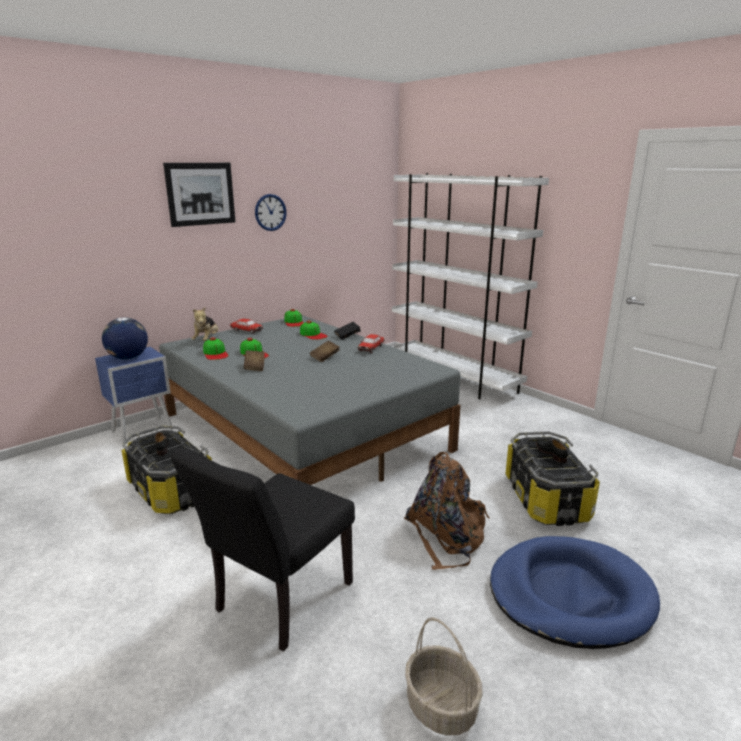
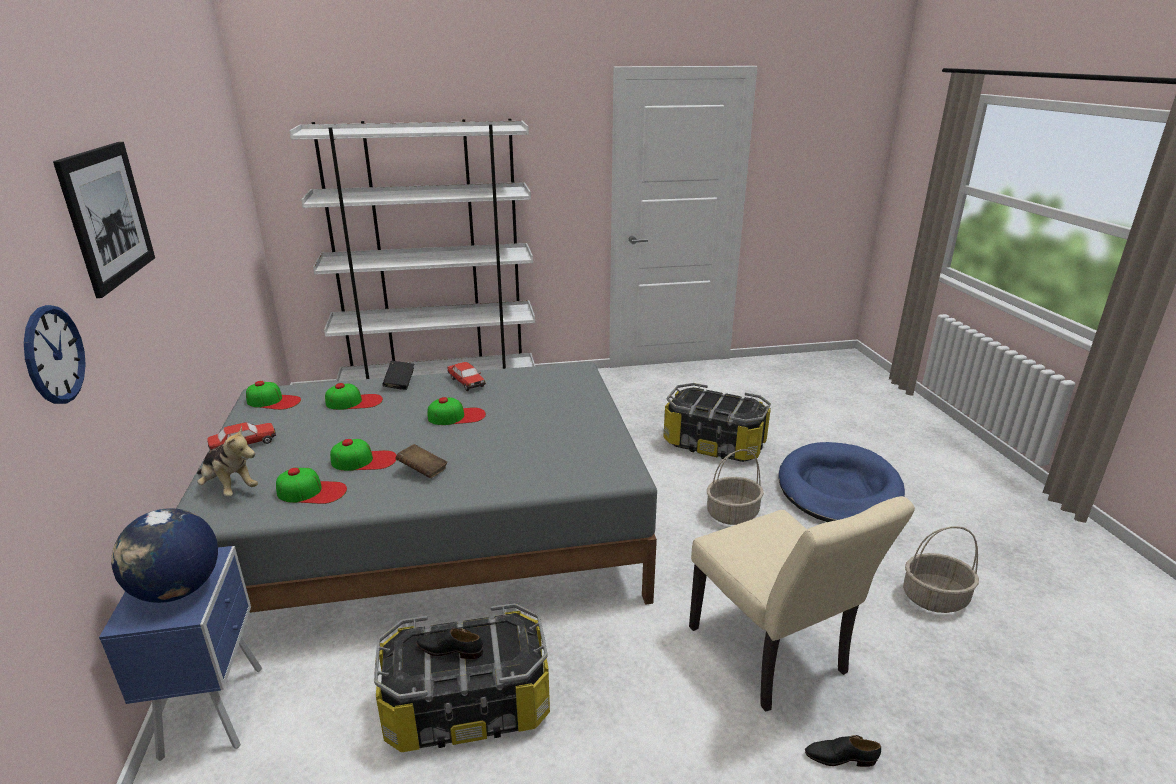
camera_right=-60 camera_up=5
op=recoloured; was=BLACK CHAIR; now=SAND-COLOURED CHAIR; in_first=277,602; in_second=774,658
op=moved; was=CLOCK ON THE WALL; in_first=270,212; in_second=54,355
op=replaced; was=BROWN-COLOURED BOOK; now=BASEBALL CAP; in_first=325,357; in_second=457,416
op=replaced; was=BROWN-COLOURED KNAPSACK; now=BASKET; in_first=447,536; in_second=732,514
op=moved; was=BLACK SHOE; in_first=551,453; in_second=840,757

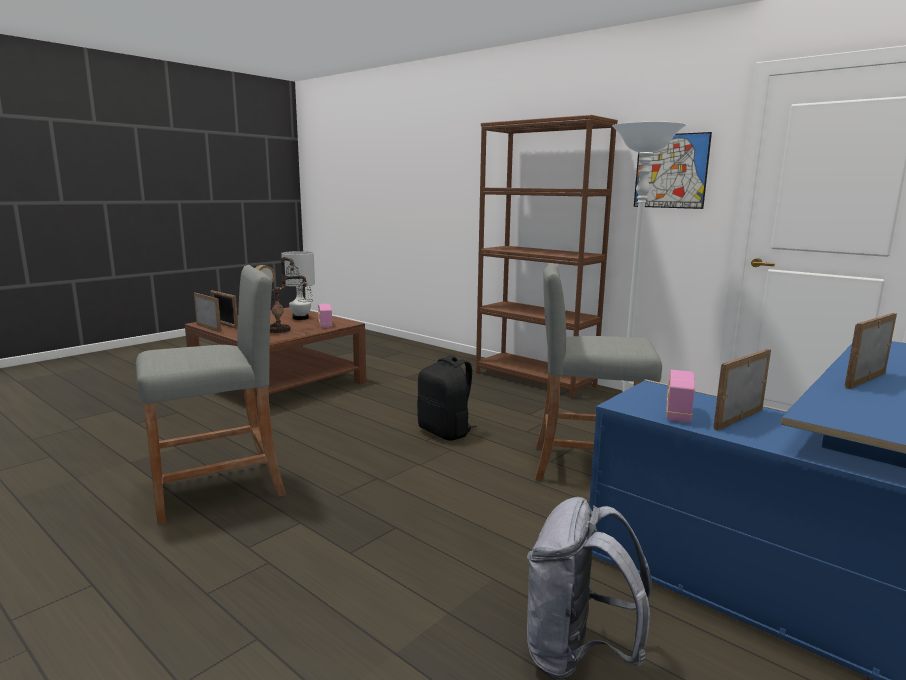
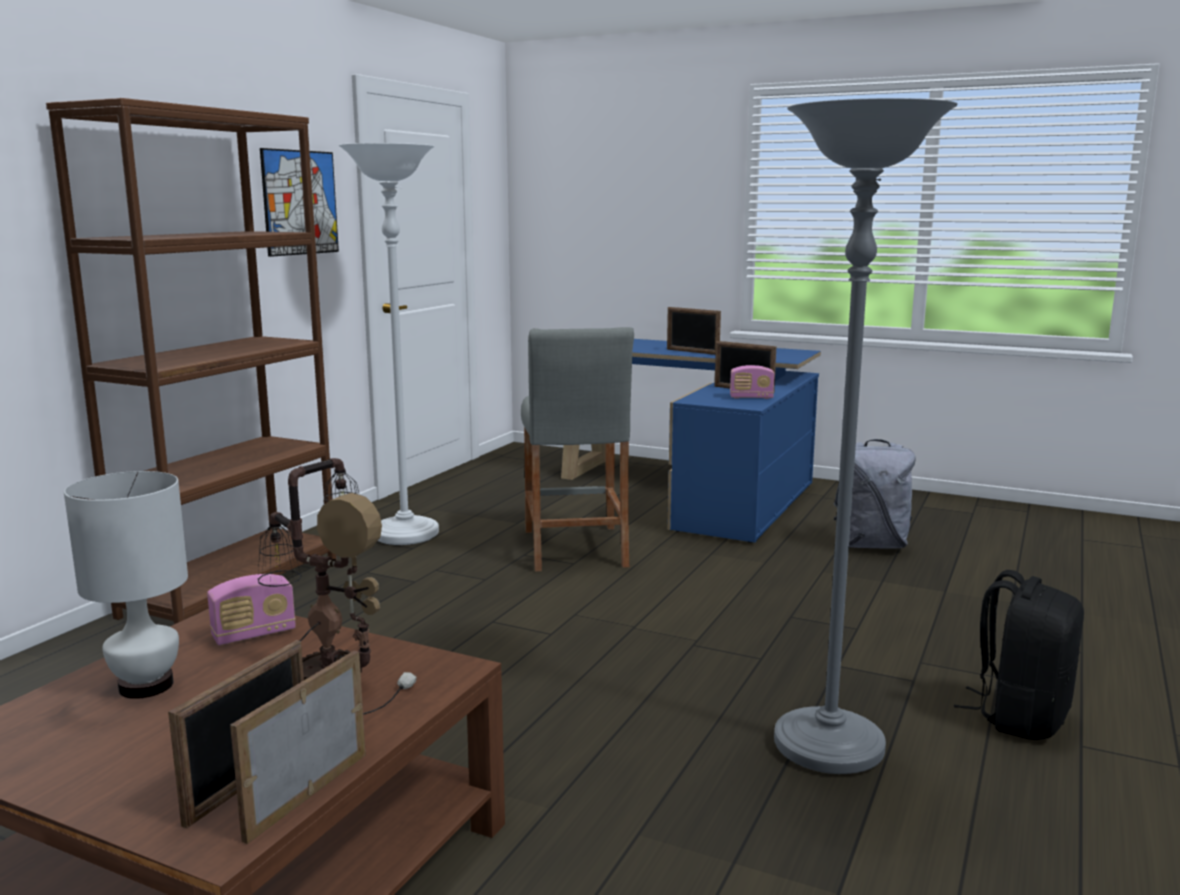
camera_right=-105 camera_up=0
op=replaced; was=GRAY STOOL SEAT; now=GRAY STANDARD LAMP; in_first=218,489; in_second=828,747
op=moved; was=BLACK KNAPSACK; in_first=446,432; in_second=1020,717

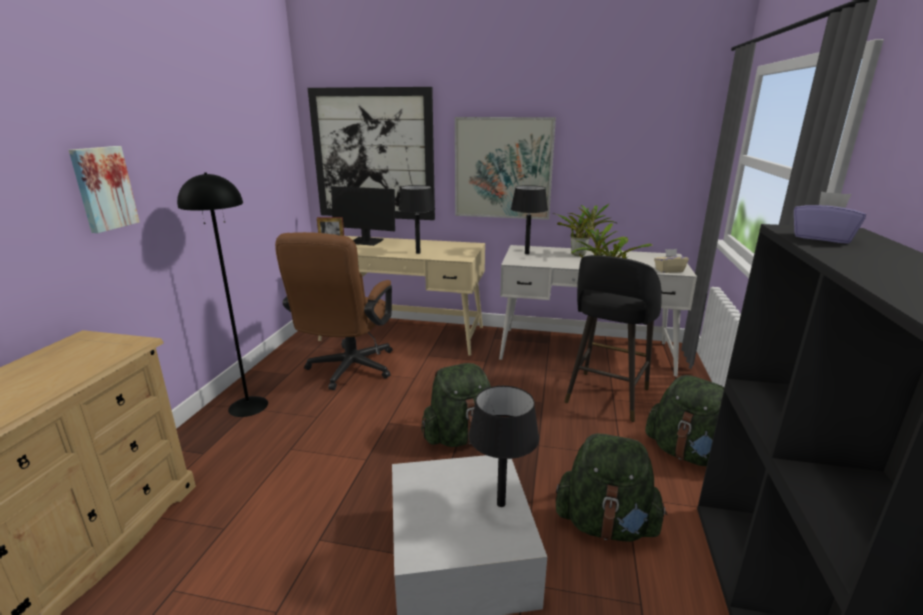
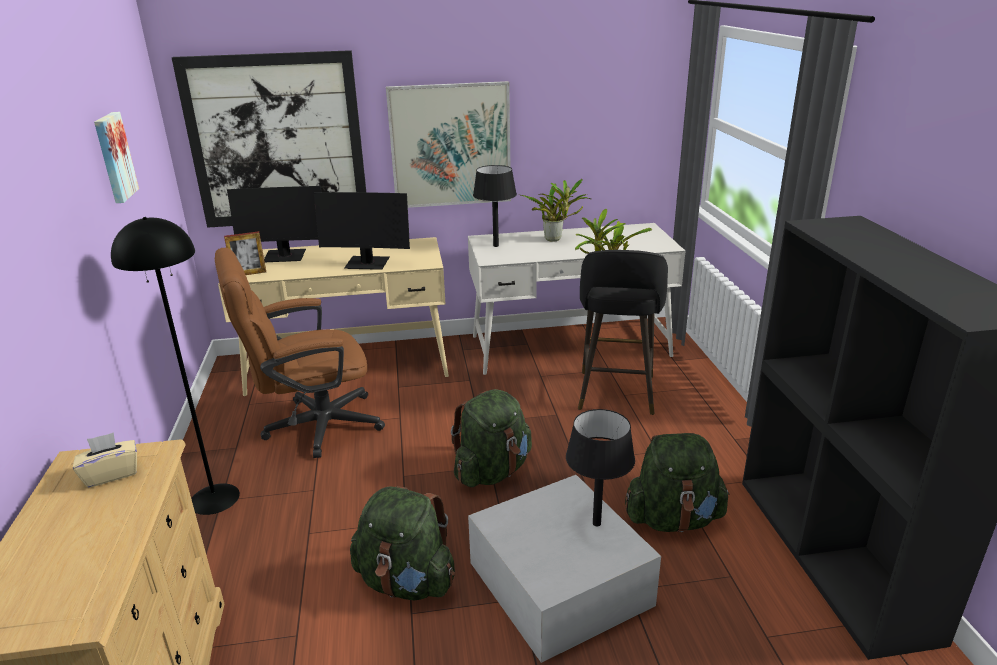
camera_right=-20 camera_up=5
op=moved; was=PICTURE; in_first=103,188; in_second=113,157
op=turned; was=BROWN-COLOURED DESK CHAIR; in_first=347,371; in_second=312,427; clockwise=75
op=replaced; was=BLACK LAMP FOR A TABLE; now=COMPUTER SCREEN; in_first=418,253; in_second=367,264
op=moved; was=GREENISH KNAPSACK; in_first=687,453; in_second=406,582
op=moved; was=SAND-COLOURED BOX OF TISSUES; in_first=669,270; in_second=111,474
op=removed; was=PURPLE BOX OF TISSUES; in_first=822,238

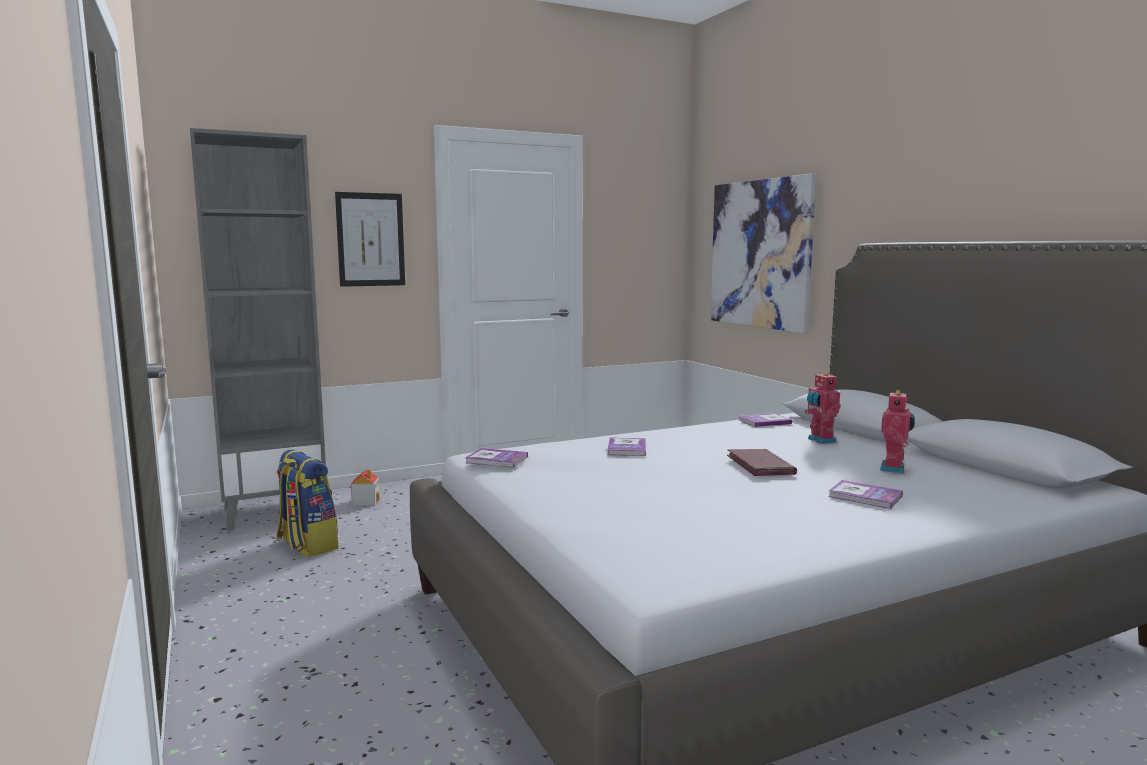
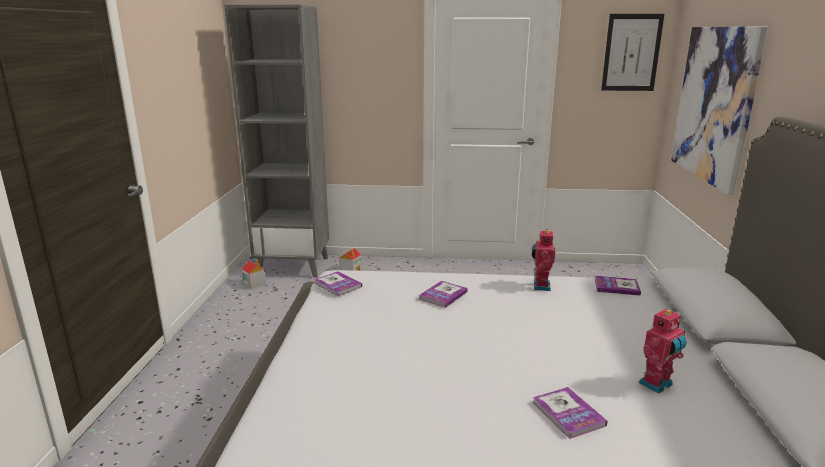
camera_right=30 camera_up=10
op=removed; was=KNAPSACK; in_first=306,545
op=moved; was=PICTURE; in_first=370,239; in_second=631,53
op=removed; was=RED-COLOURED BOOK; in_first=760,466
op=moved; was=ROBOT FIGURE; in_first=820,440; in_second=540,286
op=added; now=MINIATURE HOUSE; in_second=254,284

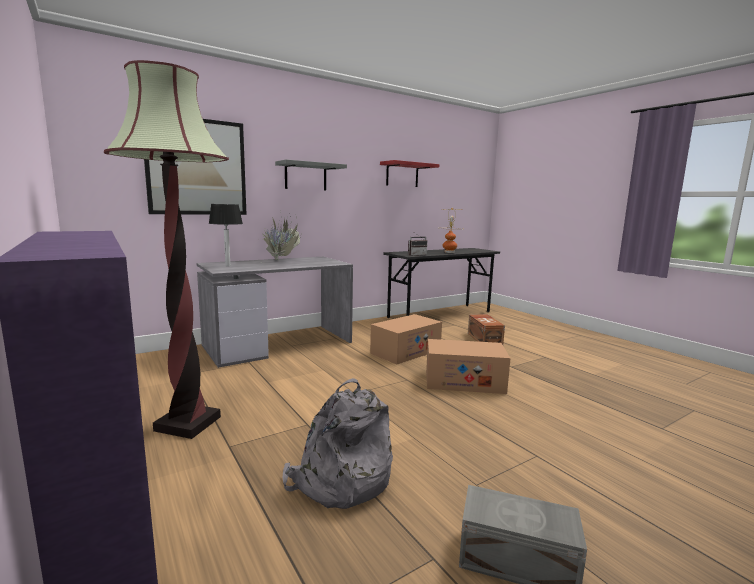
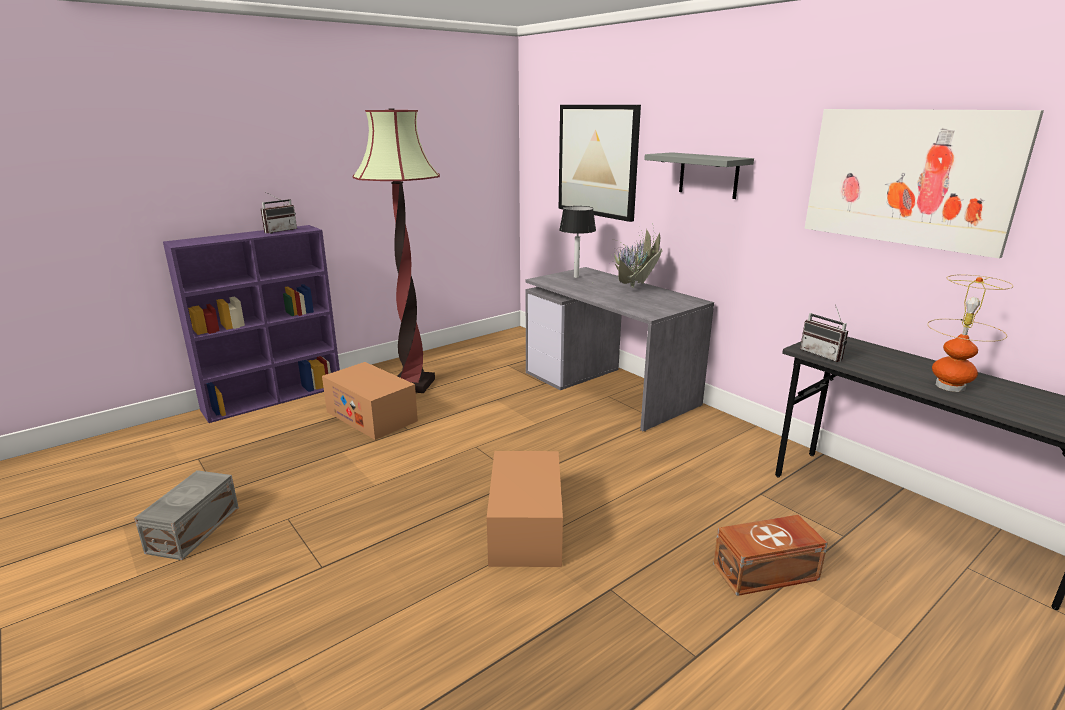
camera_right=85 camera_up=10
op=removed; was=GRAY KNAPSACK; in_first=339,480
op=moved; was=CARTON; in_first=405,351; in_second=371,416
op=replaced; was=RED-COLOURED SHELF; now=PICTURE; in_first=402,174; in_second=908,177
op=added; now=RADIO; in_second=279,231

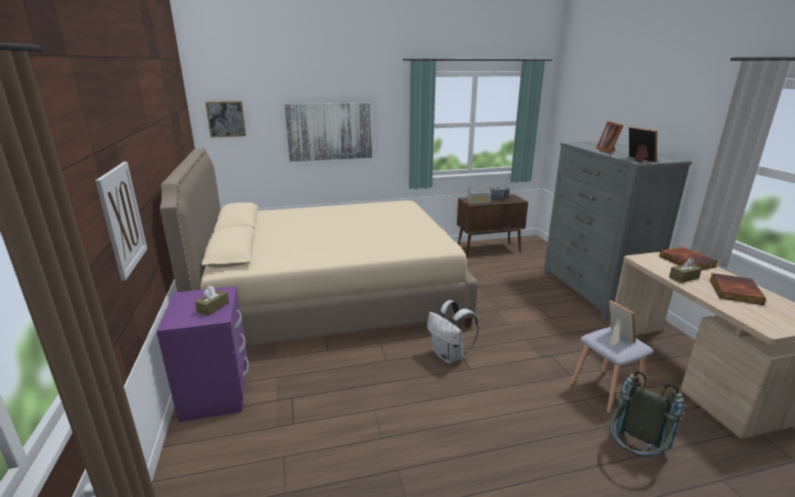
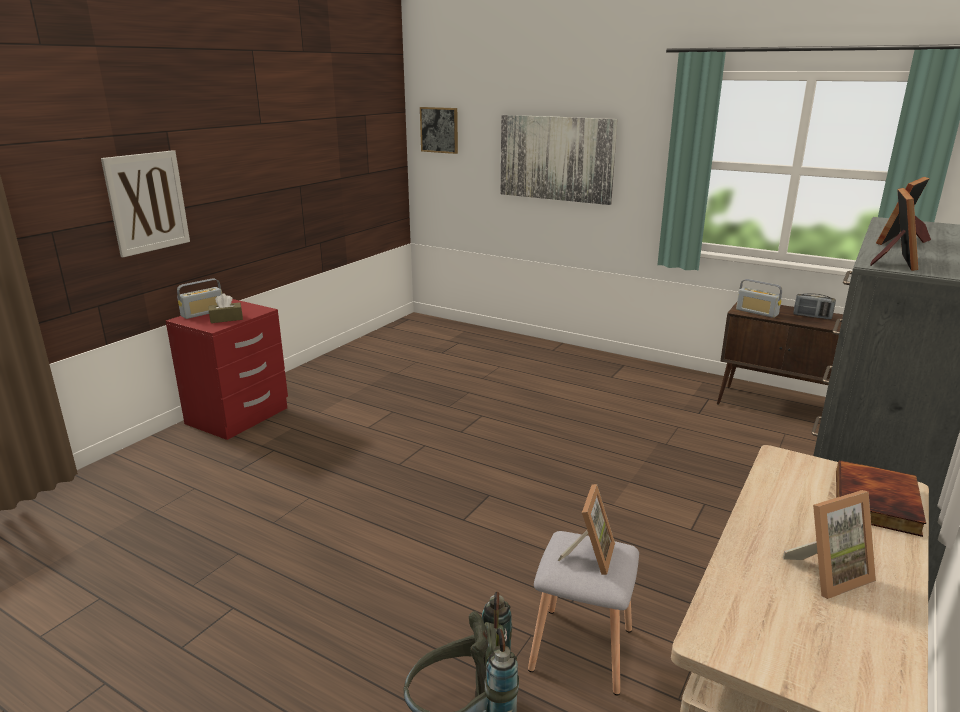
camera_right=45 camera_up=0
op=recoloured; was=PURPLE NIGHTSTAND; now=RED-COLOURED NIGHTSTAND; in_first=217,392; in_second=238,416
op=removed; was=SAND-COLOURED SLEEPING BED; in_first=332,299
op=removed; was=WHITE-COLOURED KNAPSACK; in_first=449,356
op=removed; was=BROWN-COLOURED BOX OF TISSUES; in_first=683,278
op=replaced; was=BOOK; now=PICTURE FRAME; in_first=733,291; in_second=828,574
op=added; now=RADIO; in_second=203,313

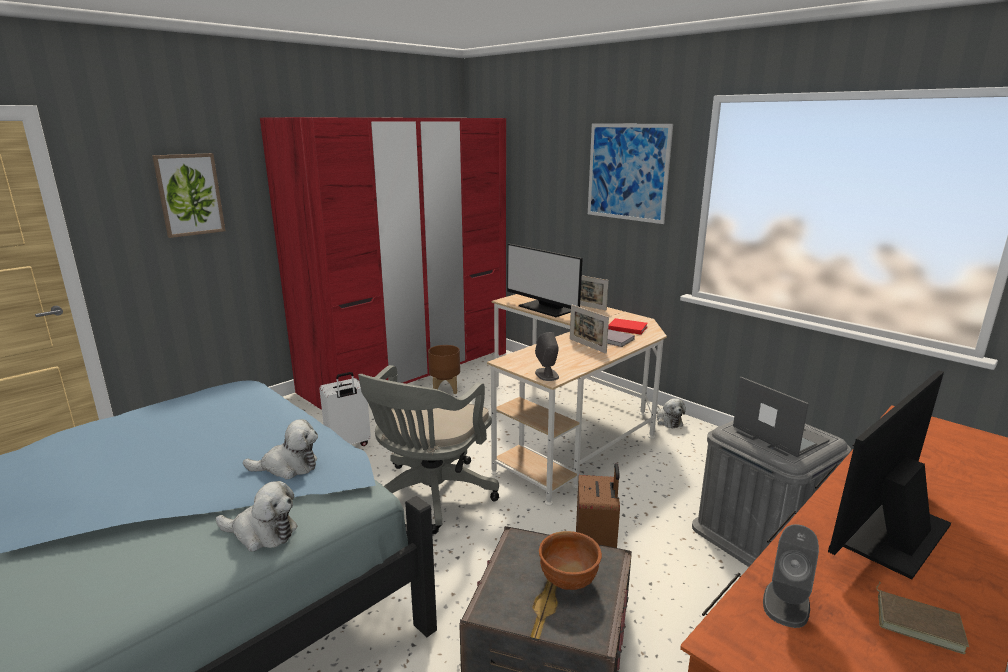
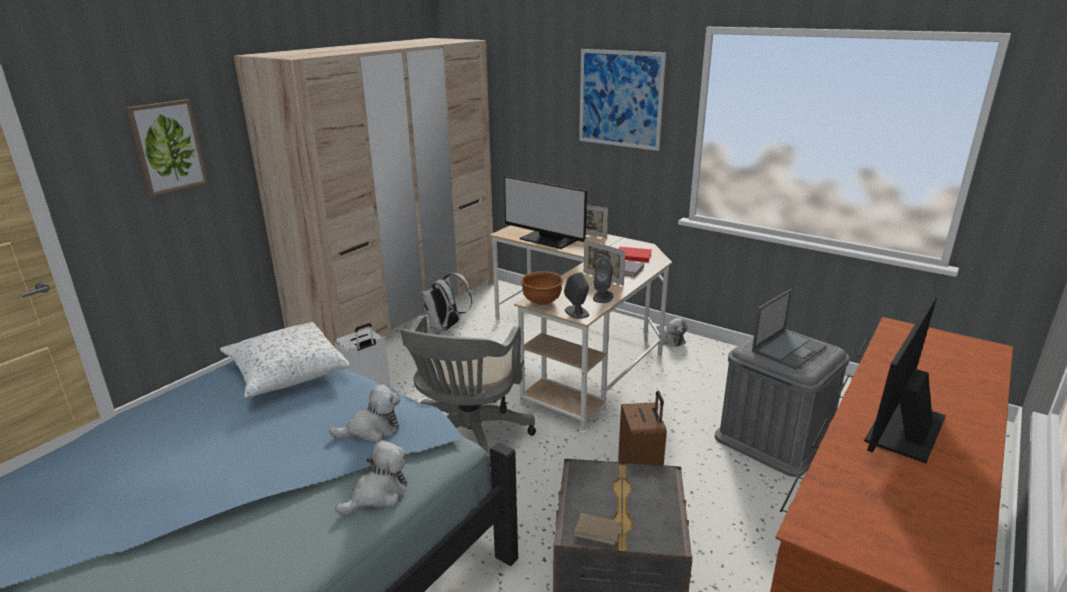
camera_right=-10 camera_up=5
op=turned; was=CUDDLY TOY; in_first=262,533; in_second=378,494; clockwise=-45
op=recoloured; was=RED-COLOURED CLOTHES CUPBOARD; now=SAND-COLOURED CLOTHES CUPBOARD; in_first=409,371; in_second=402,311
op=replaced; was=BROWN-COLOURED PLANTER; now=WHITE-COLOURED KNAPSACK; in_first=445,389; in_second=446,327
op=moved; was=BROWN-COLOURED BOWL; in_first=568,581; in_second=542,302
op=turned; was=PORTABLE COMPUTER; in_first=778,433; in_second=789,349; clockwise=90
op=moved; was=GRAY AUDIO SPEAKER; in_first=786,603; in_second=603,297
op=moved; was=BROWN-COLOURED BOOK; in_first=918,622; in_second=598,529
op=added; now=WHITE-COLOURED CUSHION; in_second=286,372

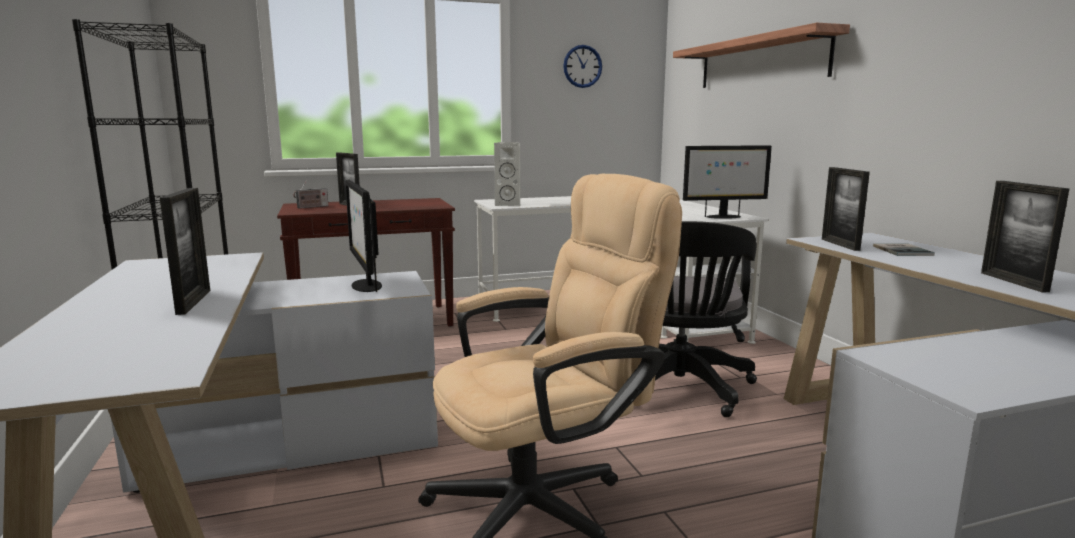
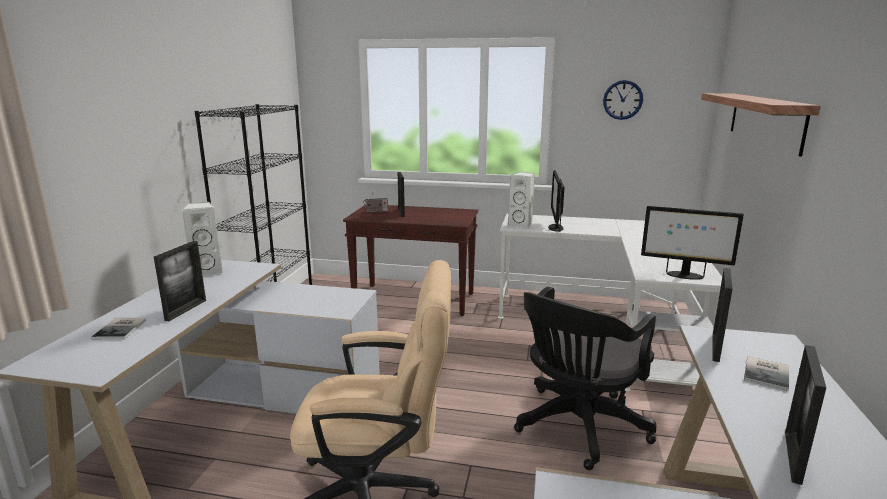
camera_right=30 camera_up=5
op=moved; was=COMPUTER SCREEN; in_first=366,285; in_second=555,227
op=added; now=BOOK; in_second=122,329
op=added; now=WHITE-COLOURED AUDIO SPEAKER; in_second=208,271

